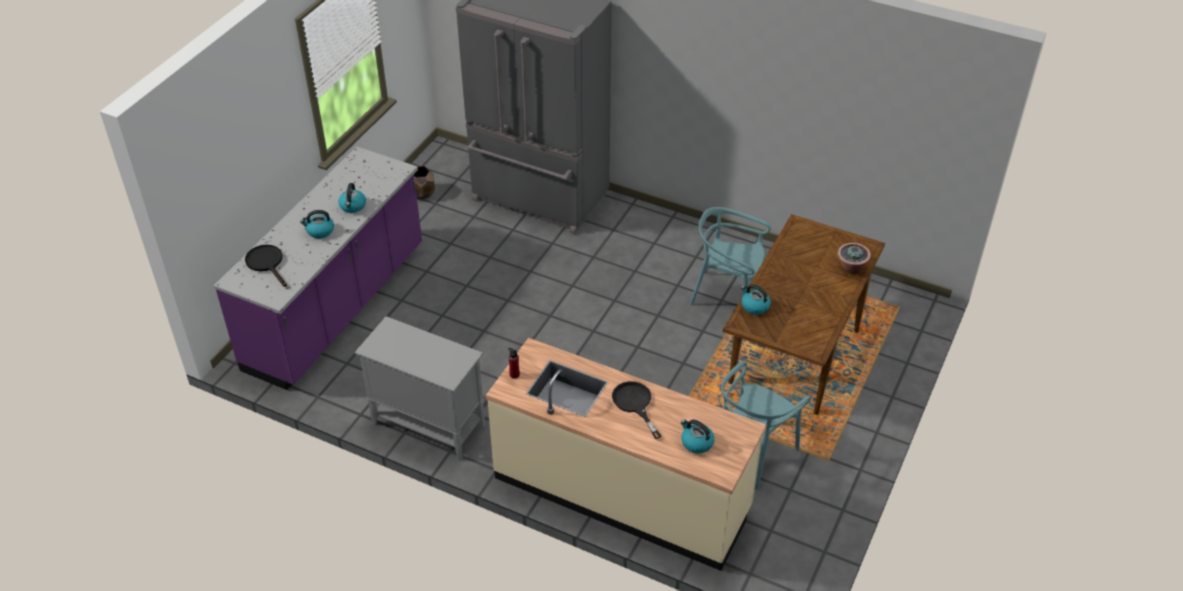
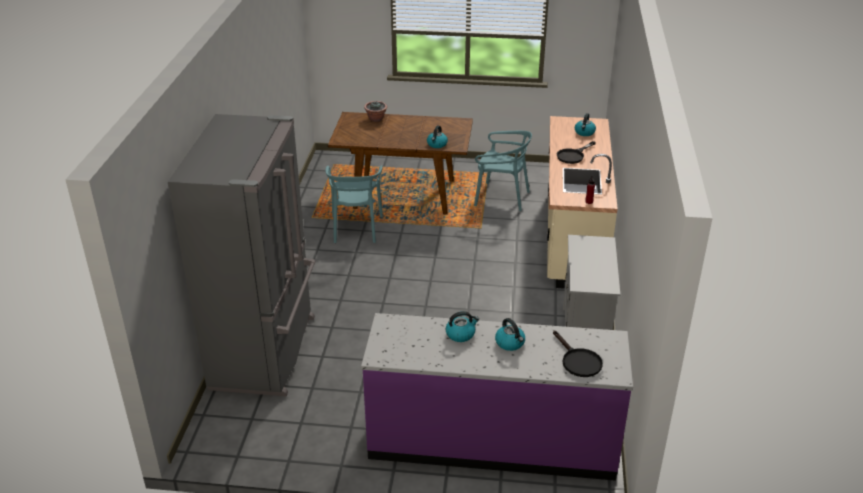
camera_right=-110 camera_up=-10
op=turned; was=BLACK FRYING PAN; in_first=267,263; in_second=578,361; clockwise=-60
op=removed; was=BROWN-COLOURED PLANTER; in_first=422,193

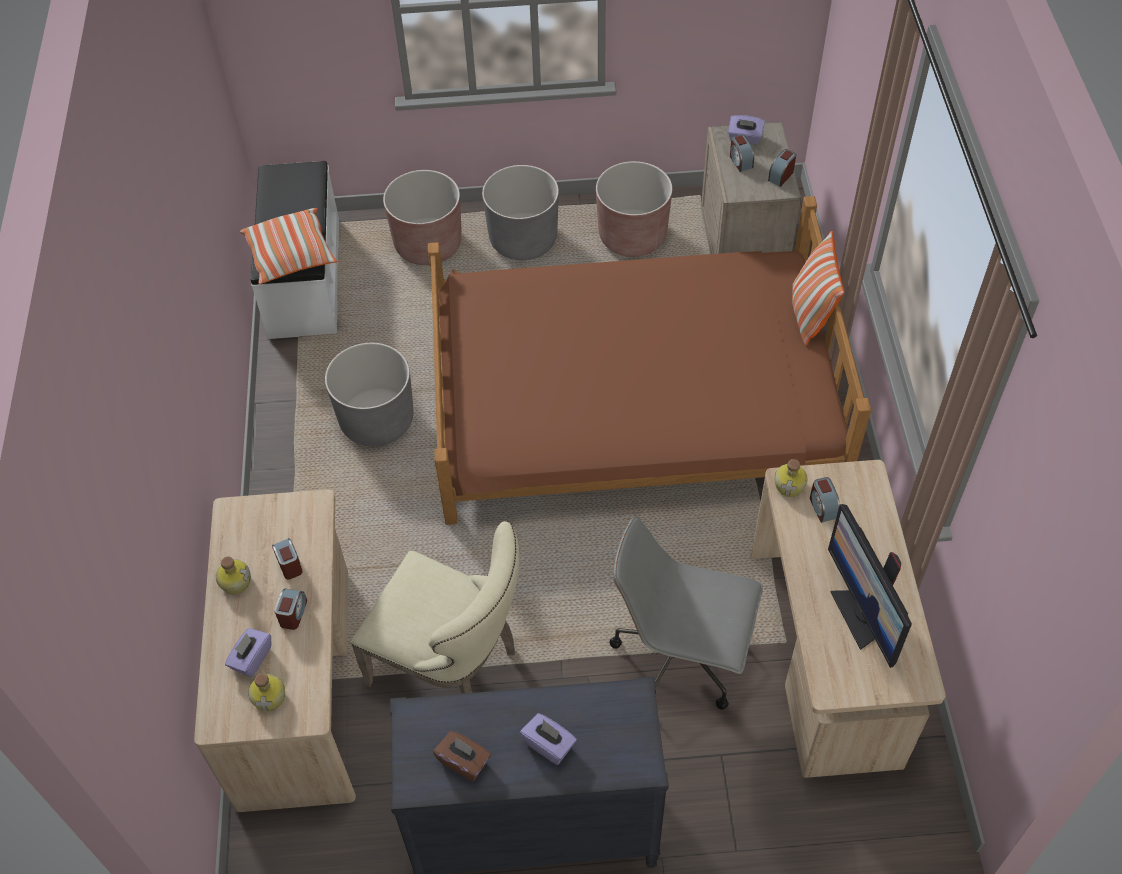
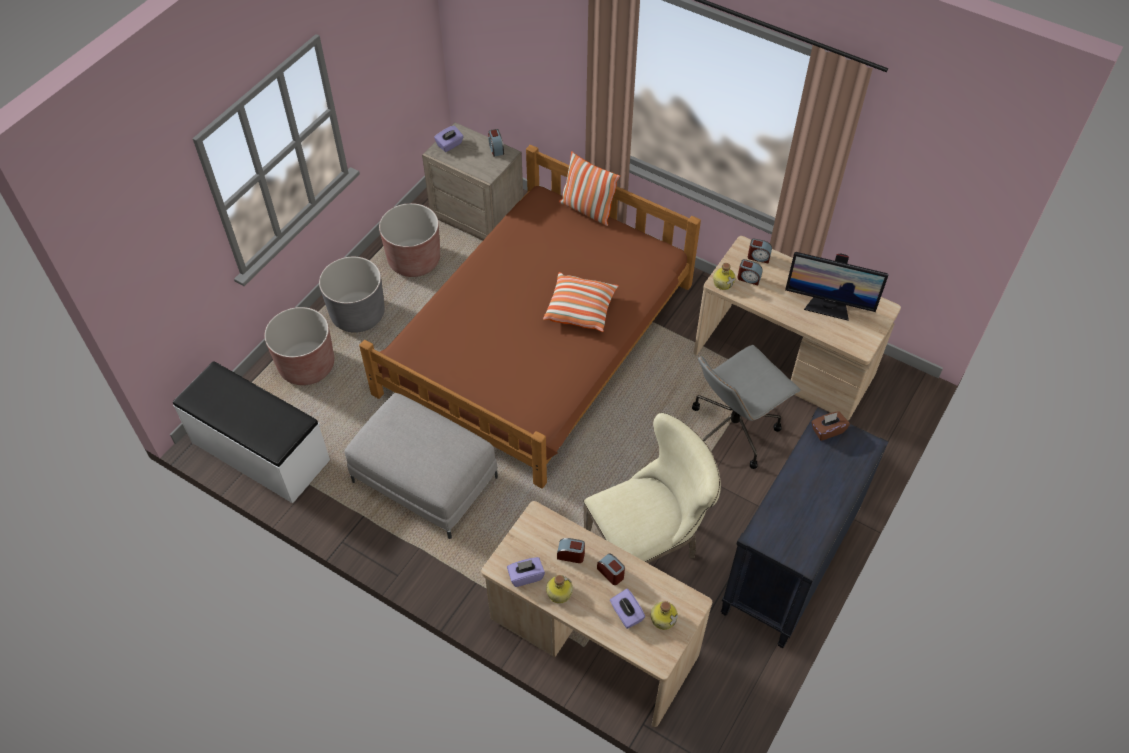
camera_right=-55 camera_up=0
op=moved; was=CUSHION; in_first=291,256; in_second=580,309
op=replaced; was=GRAY PLANTER; now=GRAY POUFFE; in_first=377,420; in_second=425,479
op=moved; was=BROWN-COLOURED BOX OF TISSUES; in_first=464,761; in_second=827,430
op=moved; was=PURPLE BOX OF TISSUES; in_first=549,745; in_second=526,576
op=moved; was=TABLE CLOCK; in_first=740,161; in_second=758,257

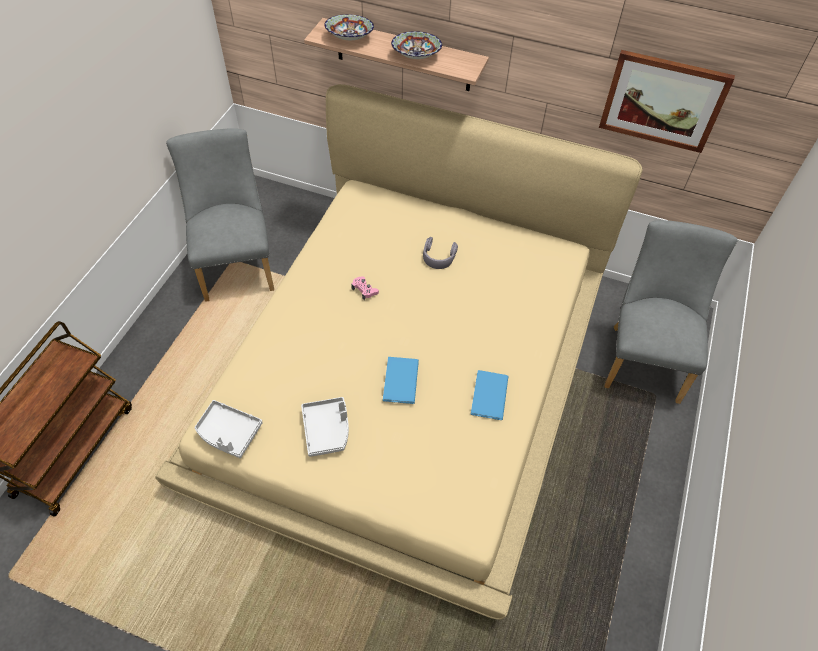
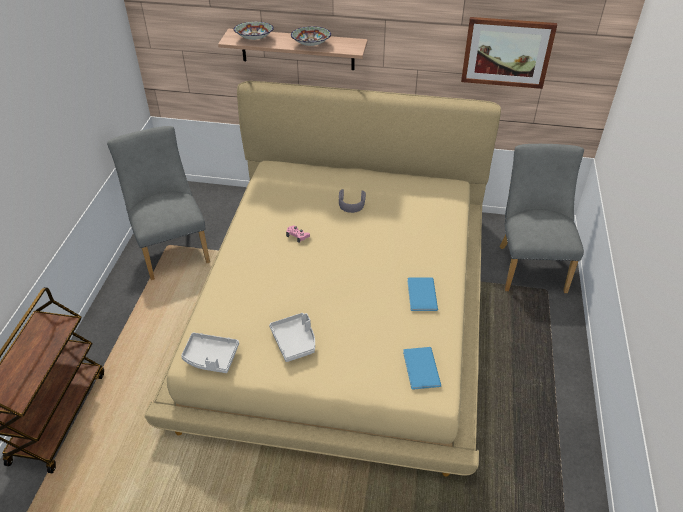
camera_right=-10 camera_up=-10
op=moved; was=BLUISH BOOK; in_first=399,381; in_second=420,370

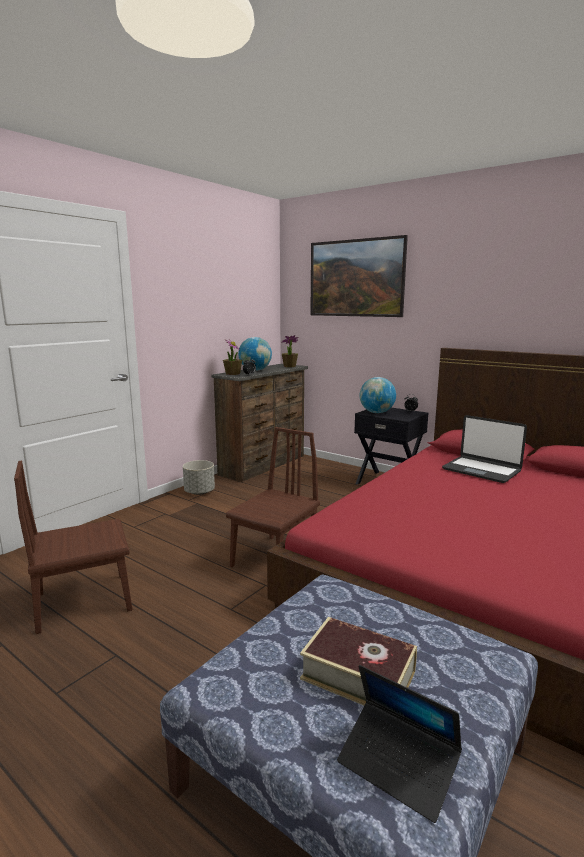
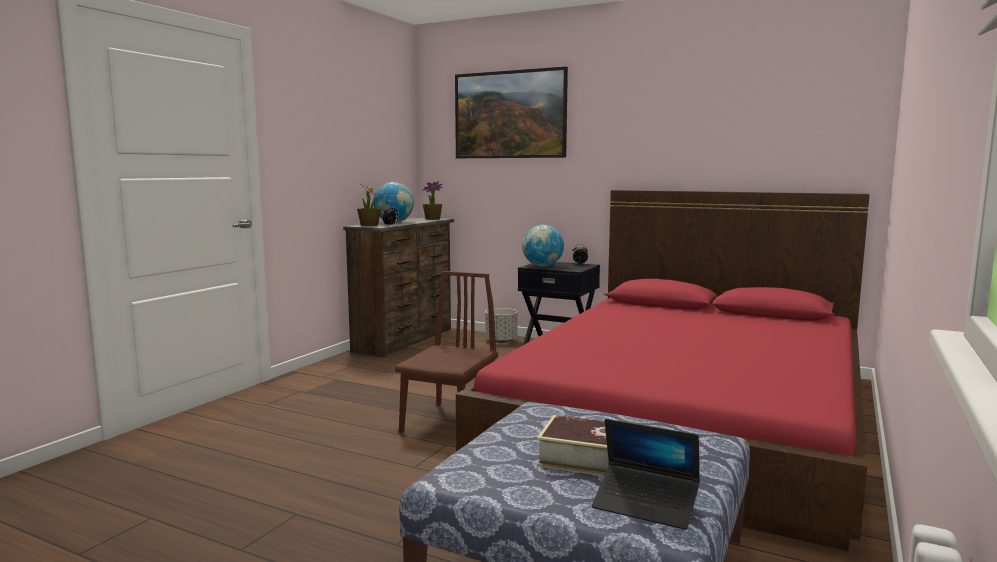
camera_right=-10 camera_up=-5
op=removed; was=BROWN-COLOURED CHAIR; in_first=84,602
op=moved; was=GRAY PLANTER; in_first=199,492; in_second=501,341
op=removed; was=PORTABLE COMPUTER; in_first=481,470

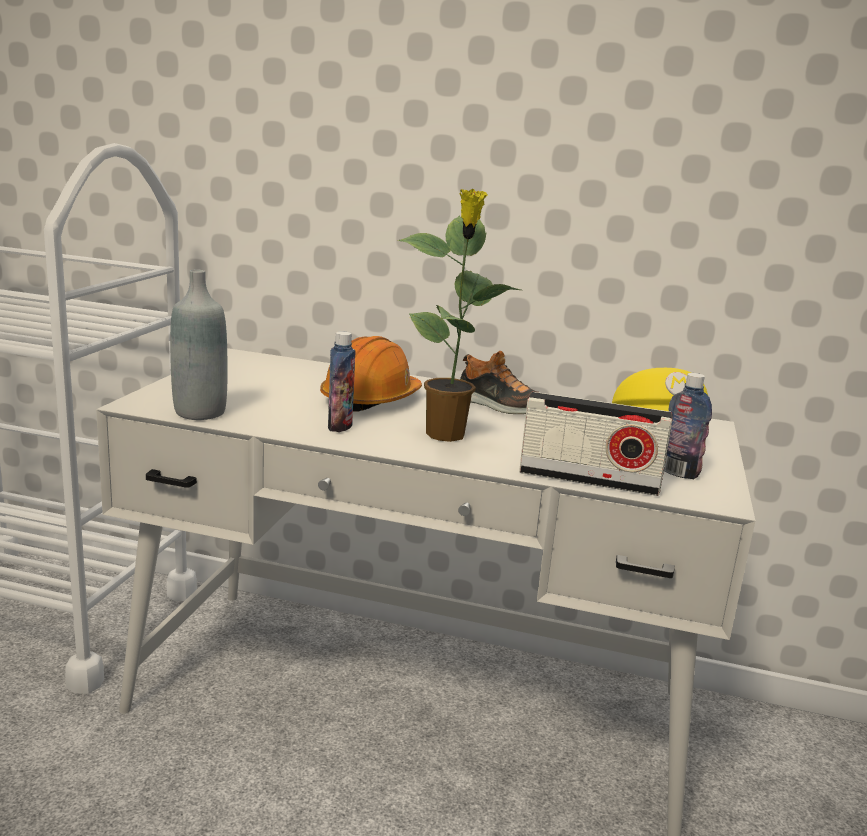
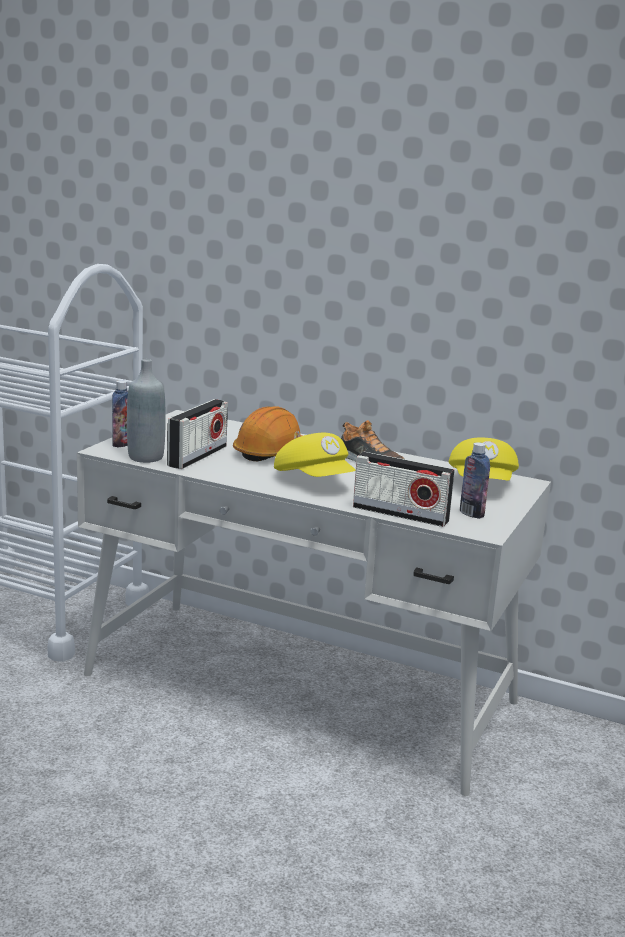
camera_right=10 camera_up=0
op=moved; was=DRINK BOTTLE; in_first=340,426; in_second=121,444
op=replaced; was=POTTED PLANT; now=YELLOW BASEBALL CAP; in_first=447,435; in_second=315,481
op=added; now=RADIO; in_second=197,456

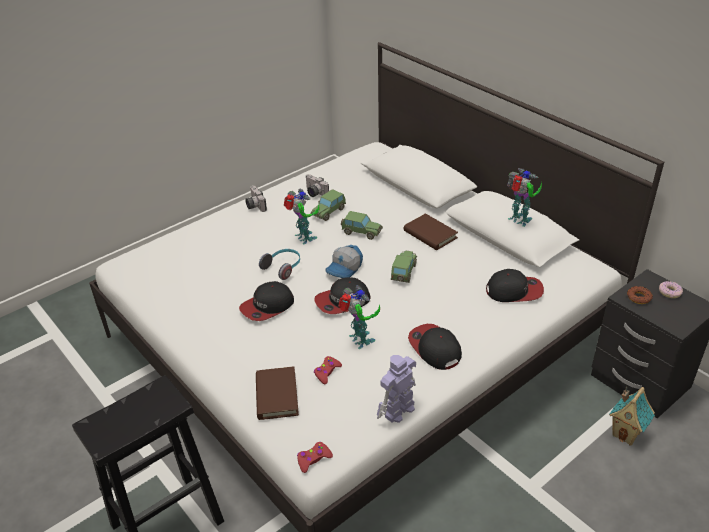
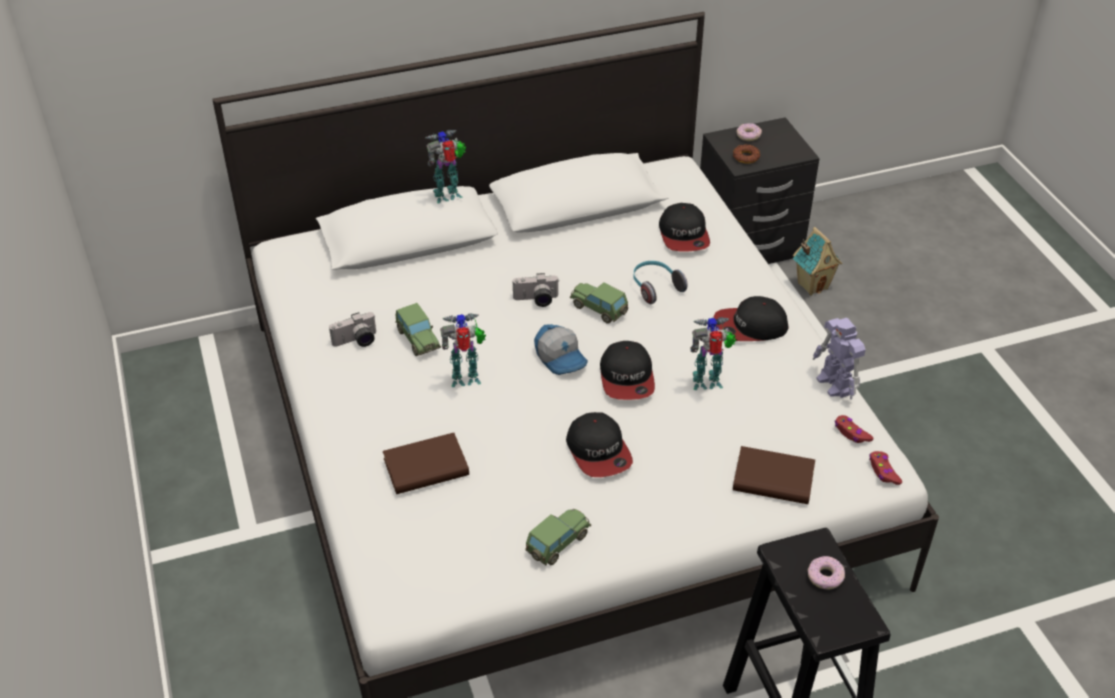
camera_right=-70 camera_up=5
op=moved; was=STILL CAMERA; in_first=254,205; in_second=536,300
op=moved; was=HEADSET; in_first=283,268; in_second=655,287
op=moved; was=RED-COLOURED JOYPAD; in_first=327,372; in_second=851,433
op=moved; was=MINIATURE CAR; in_first=361,232; in_second=557,544
op=moved; was=BROWN-COLOURED BOOK; in_first=430,234; in_second=426,467
op=turned; was=BASEBALL CAP; in_first=514,291; in_second=684,235; clockwise=150
op=moved; was=ROBOT FIGURE; in_first=520,221; in_second=449,196
op=added; now=DOUGHNUT; in_second=825,577

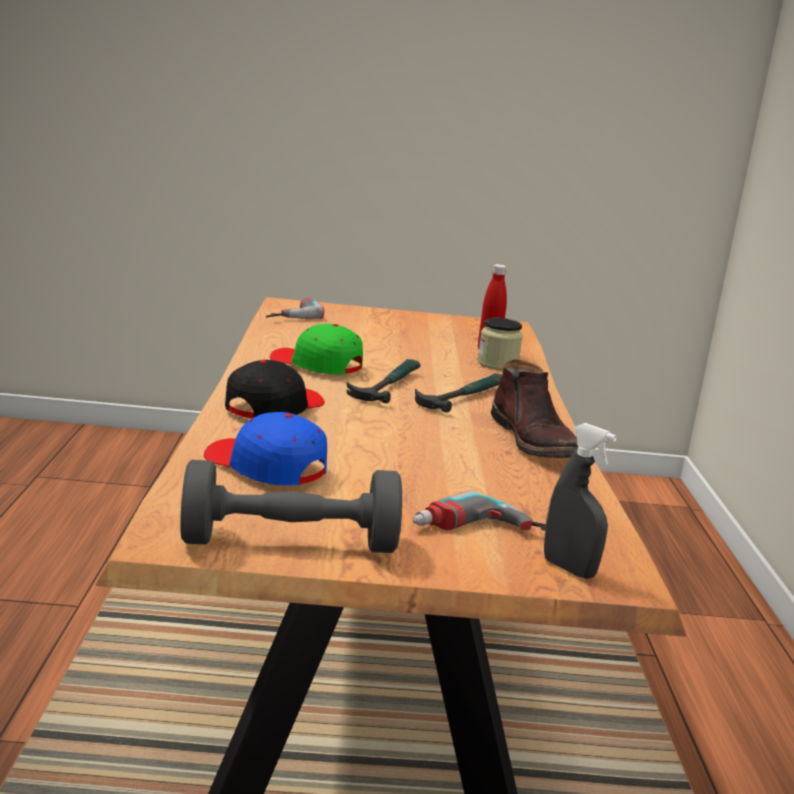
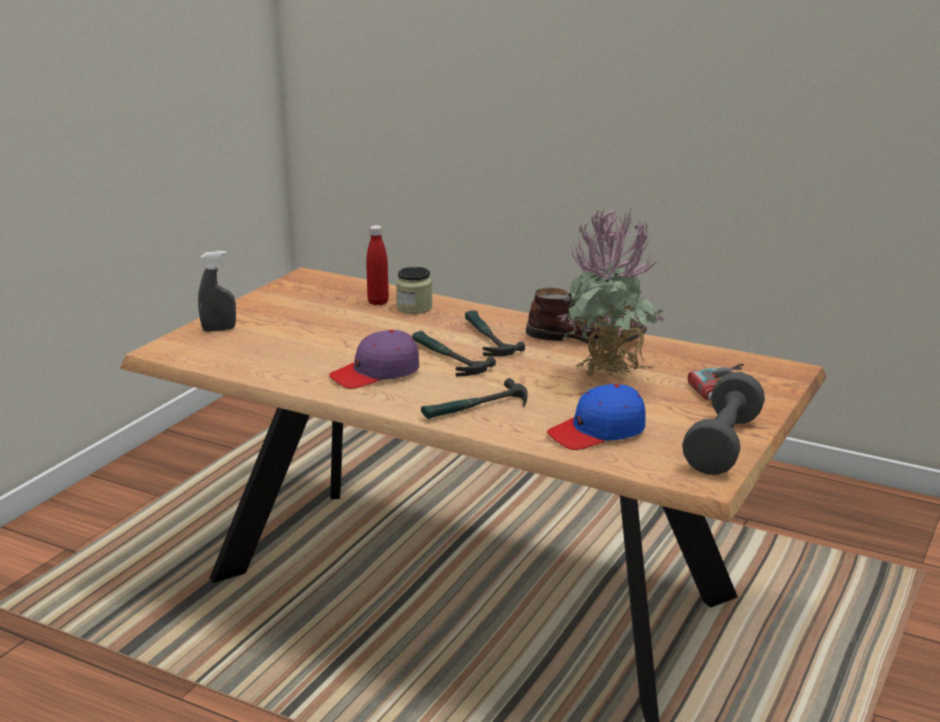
camera_right=-60 camera_up=5
op=replaced; was=BLACK BASEBALL CAP; now=HAMMER; in_first=274,407; in_second=476,408
op=removed; was=DRILL; in_first=290,314
op=recoloured; was=GREENISH BASEBALL CAP; now=PURPLE BASEBALL CAP; in_first=316,365; in_second=376,373
op=moved; was=GRAY HAND SPRAYER; in_first=568,568; in_second=219,329
op=added; now=POTTED PLANT; in_second=609,379

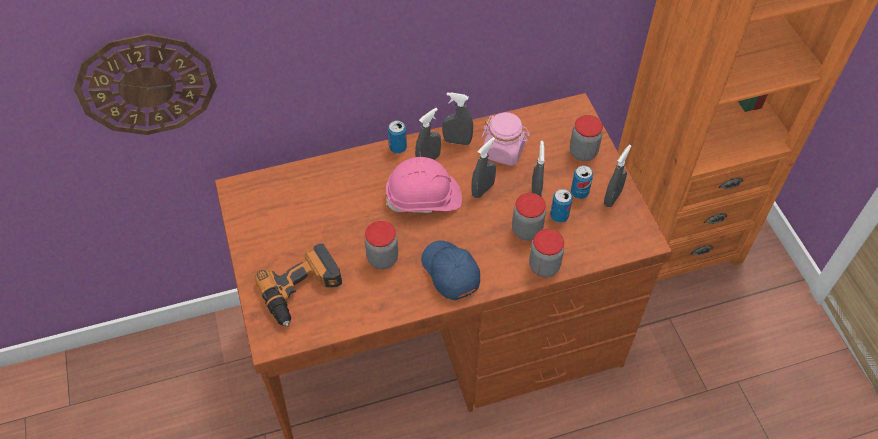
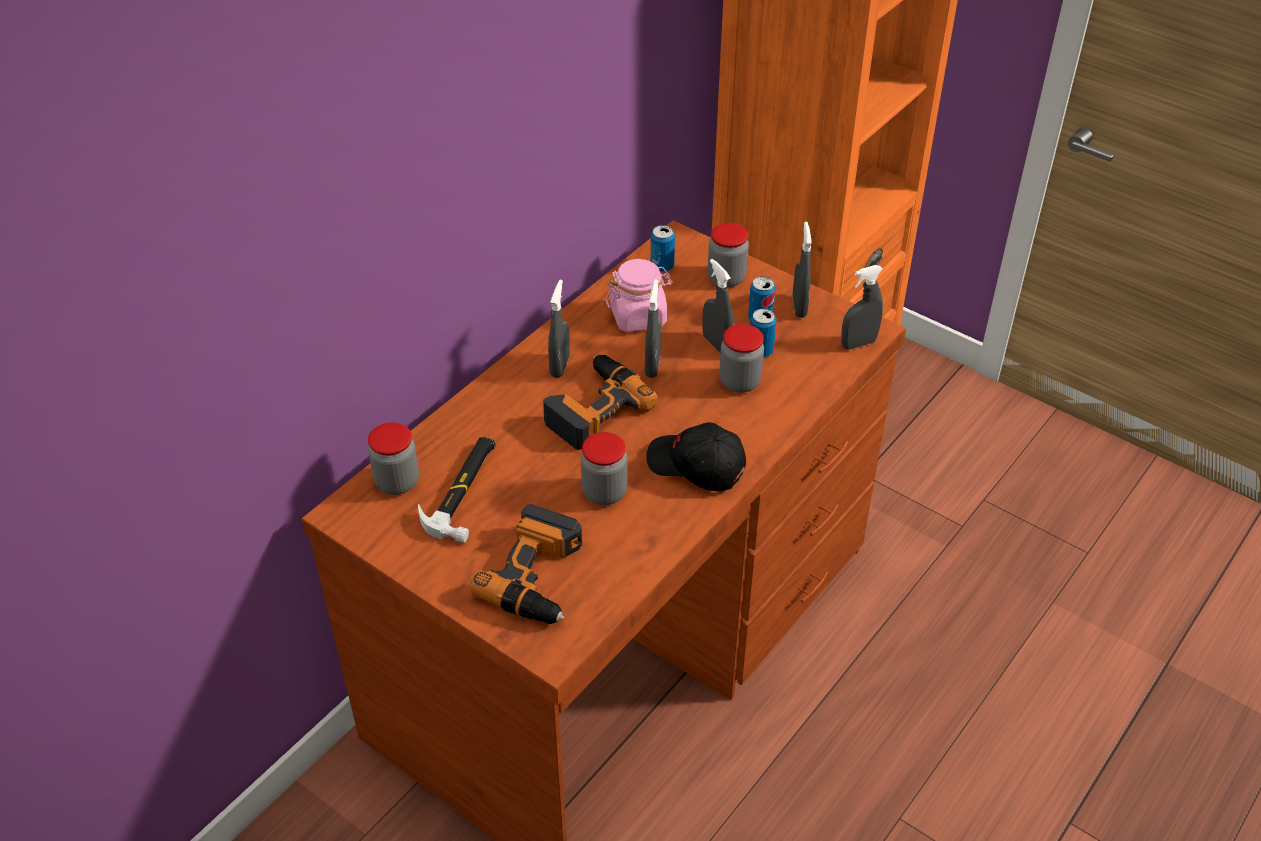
camera_right=-35 camera_up=-10
op=removed; was=CLOCK ON THE WALL; in_first=146,84
op=replaced; was=PINK-COLOURED HARD HAT; now=DRILL; in_first=424,198; in_second=593,407
op=moved; was=SEALED CAN; in_first=398,147; in_second=662,266
op=recoloured; was=BLUISH BASEBALL CAP; now=BLACK BASEBALL CAP; in_first=449,273; in_second=696,466
op=moved; was=GRAY HAND SPRAYER; in_first=457,141; in_second=858,343
op=moved; was=JAR; in_first=544,266; in_second=397,482
op=added; now=HAMMER; in_second=464,491

